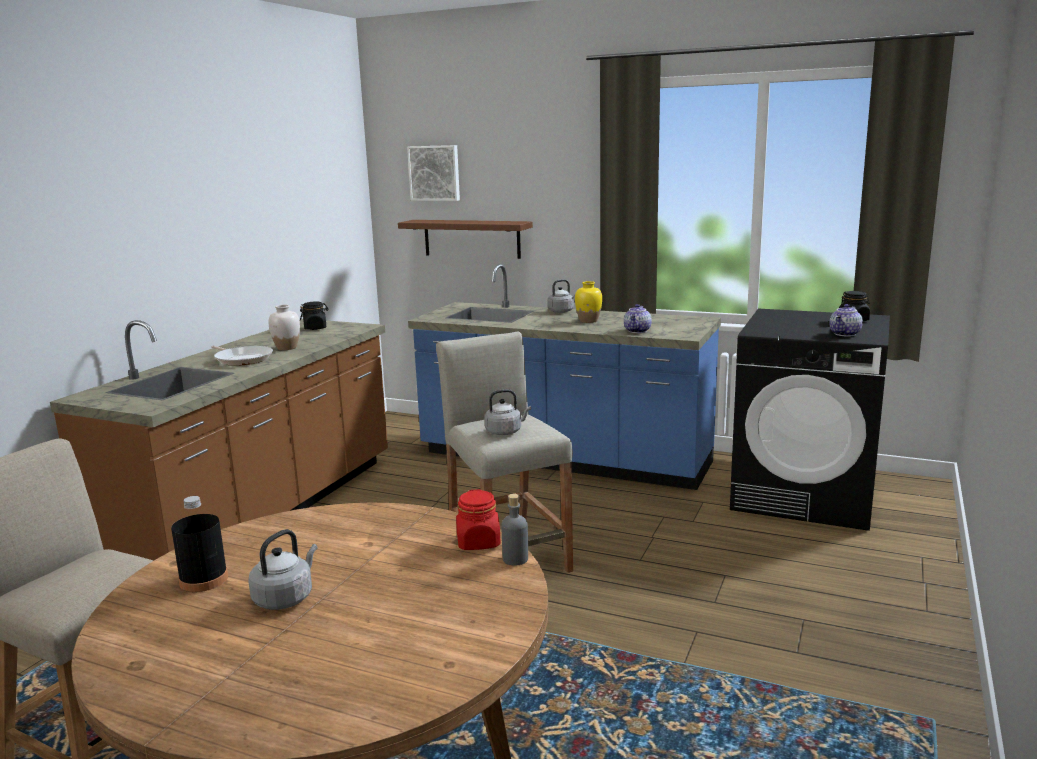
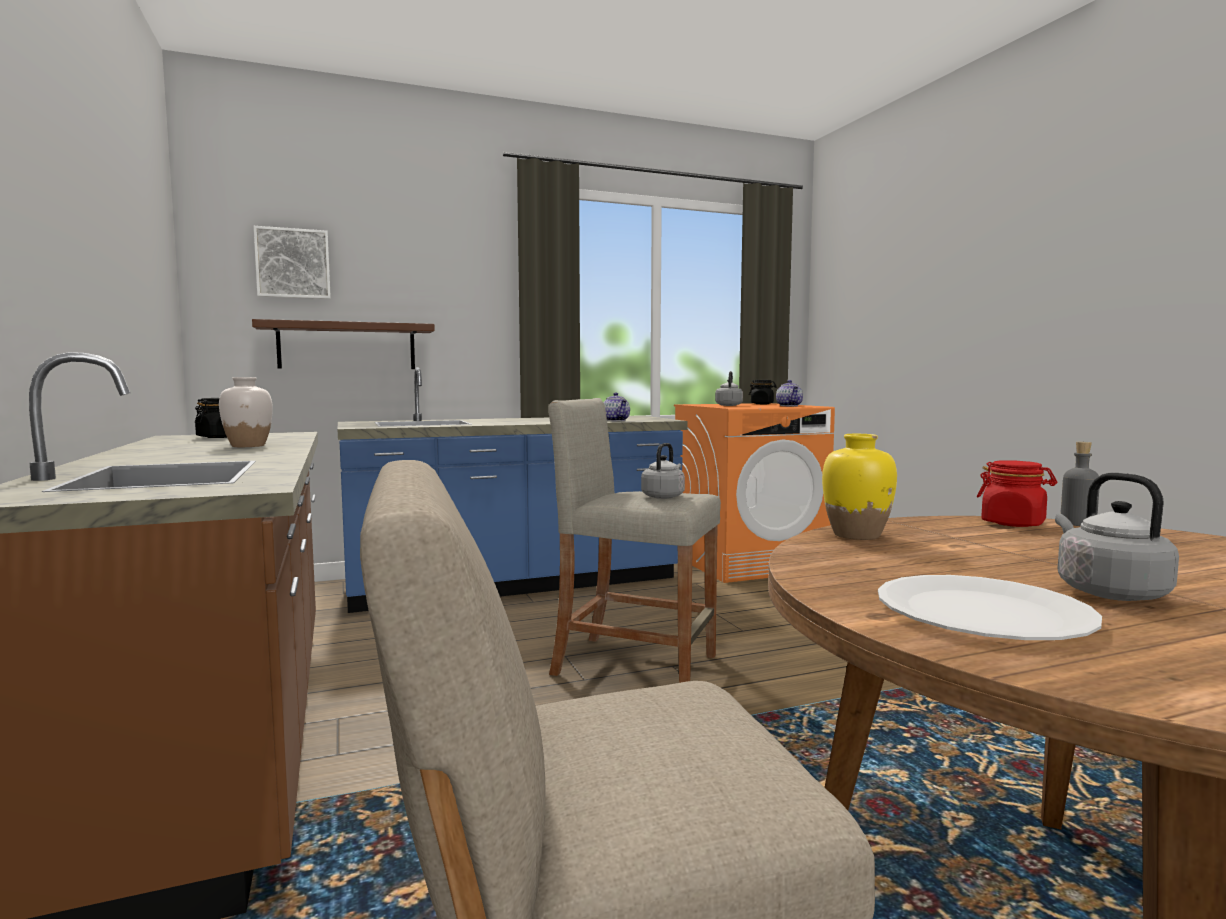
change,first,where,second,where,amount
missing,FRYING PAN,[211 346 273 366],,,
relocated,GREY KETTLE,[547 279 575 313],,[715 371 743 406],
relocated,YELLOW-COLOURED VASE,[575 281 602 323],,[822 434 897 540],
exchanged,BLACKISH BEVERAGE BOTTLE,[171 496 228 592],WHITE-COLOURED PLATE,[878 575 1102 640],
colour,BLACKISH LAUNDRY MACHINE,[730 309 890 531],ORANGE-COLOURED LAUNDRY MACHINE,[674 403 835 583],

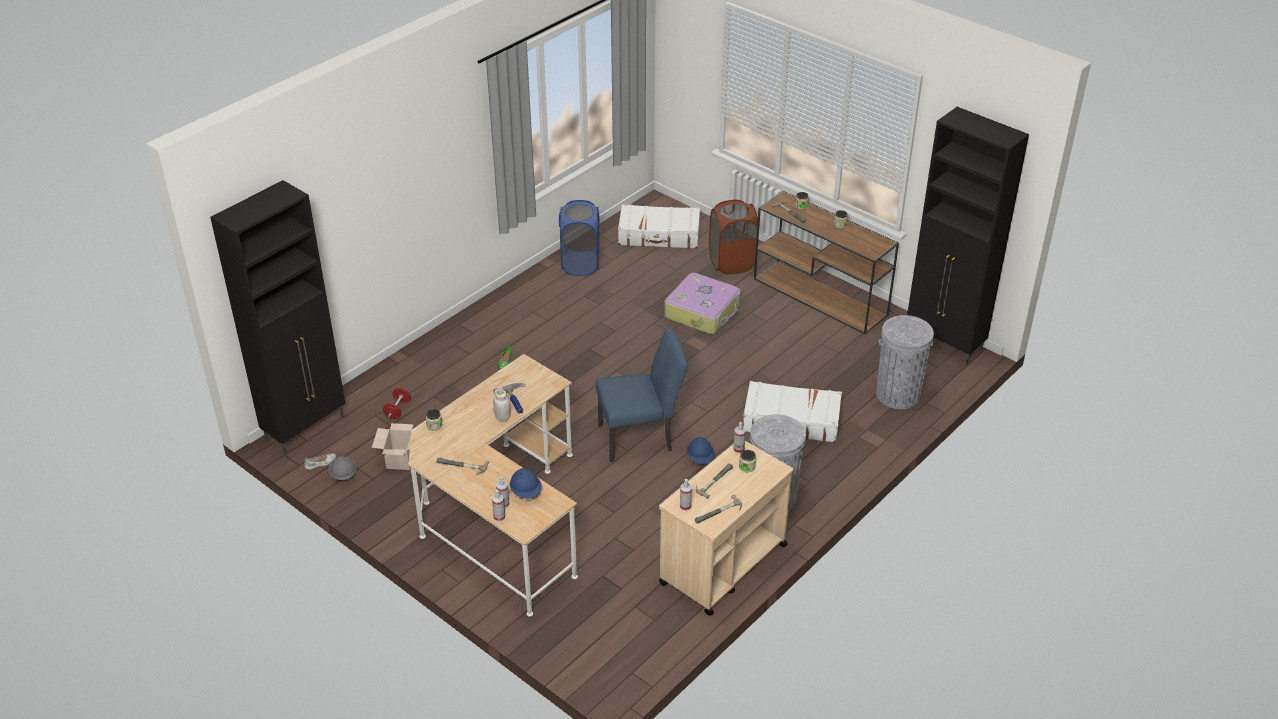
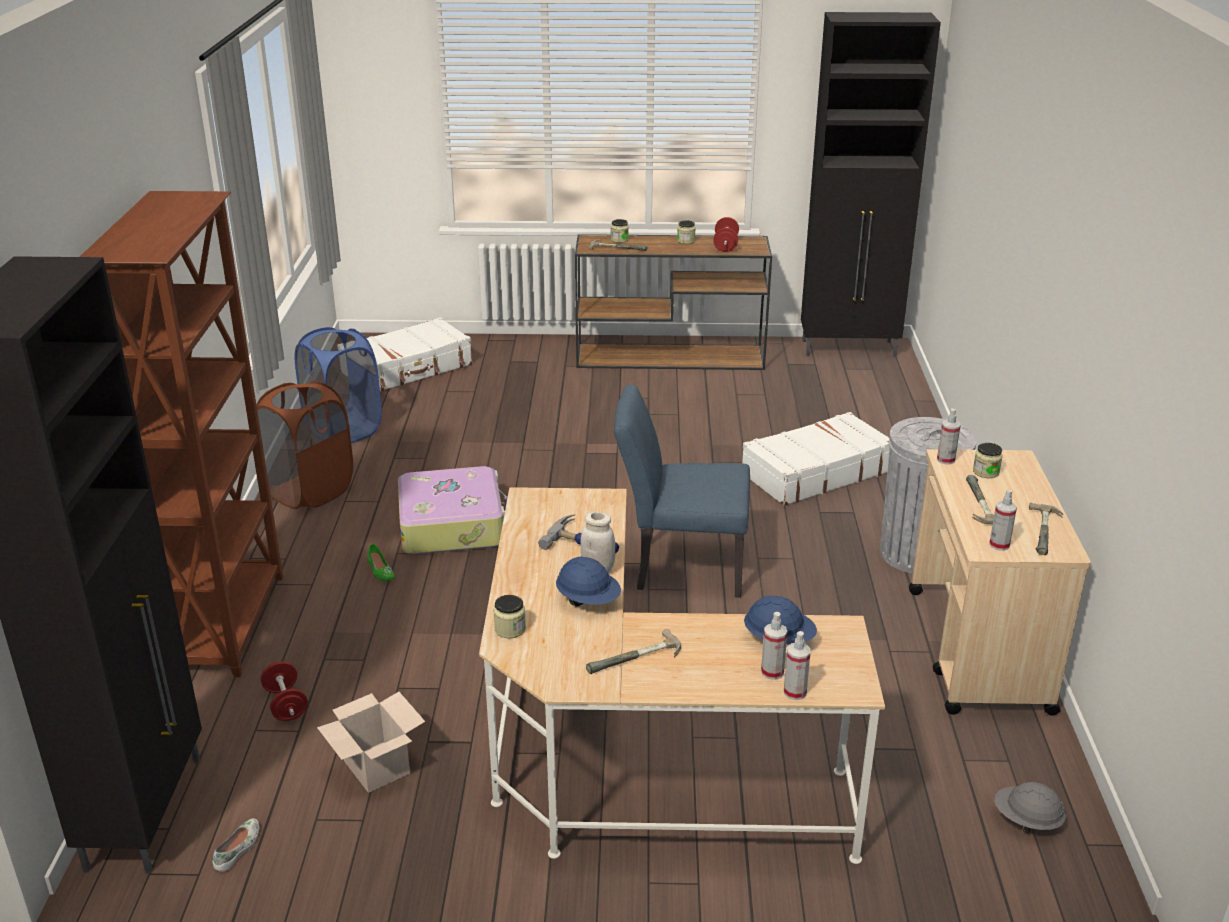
change,first,where,second,where,amount
missing,GREY WASTE BIN,[876 315 934 409],,,
appeared,,,BROWN-COLOURED SHELVING UNIT,[80 191 283 678],
appeared,,,RED-COLOURED HAND WEIGHT,[713 217 739 252],
relocated,GREY HARD HAT,[328 456 356 480],,[994 782 1066 833],
relocated,TRAVEL CASE,[664 273 741 334],,[398 466 508 554],
relocated,BLUISH HARD HAT,[687 437 715 464],,[556 556 621 606],
relocated,BROWN-COLOURED HAMPER,[709 199 759 274],,[256 381 353 509],
spun,BLUISH CHAIR,[596 328 688 462],,[614 385 750 598],120 degrees counterclockwise

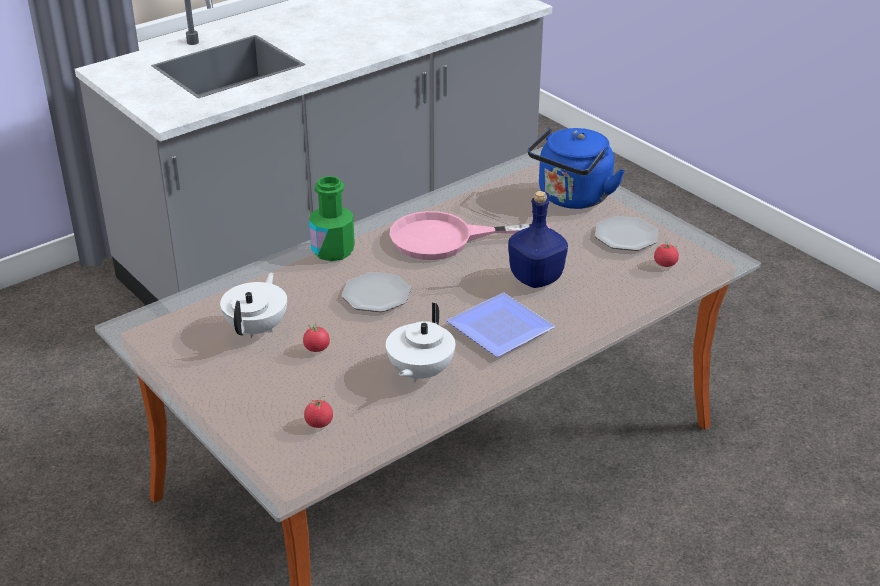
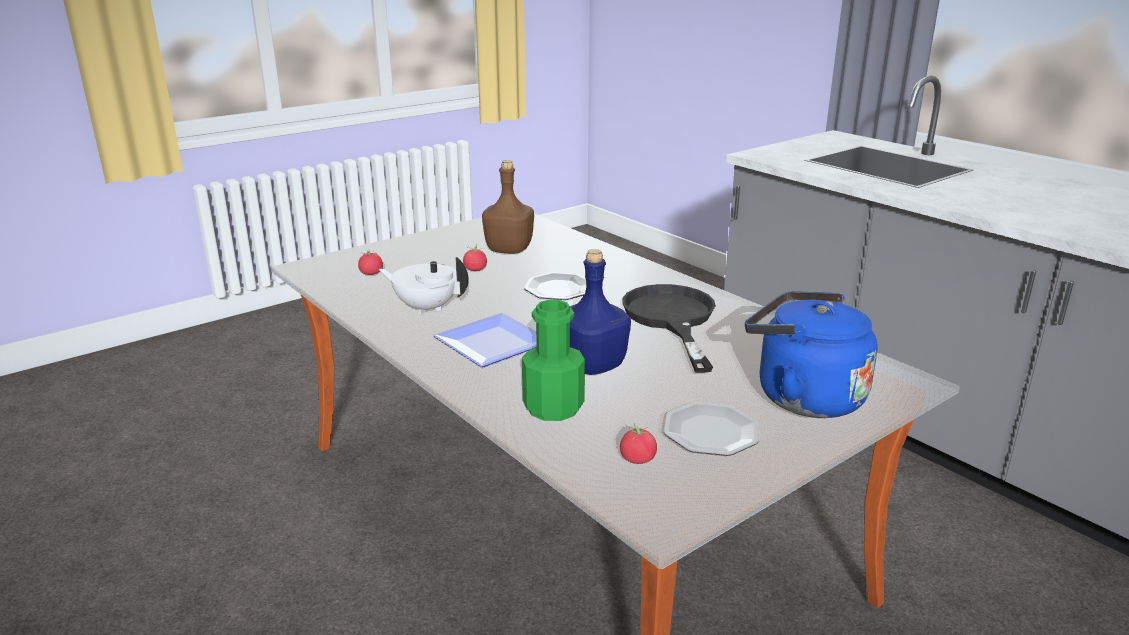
change,first,where,second,where,amount
relocated,GREENISH BEVERAGE BOTTLE,[309 176 355 261],,[522 300 585 421],
exchanged,WHITE-COLOURED TEA POT,[220 273 287 338],BROWN-COLOURED BEVERAGE BOTTLE,[482 160 534 254],
colour,PINKISH FRYING PAN,[389 211 550 260],BLACKISH FRYING PAN,[622 284 716 373],

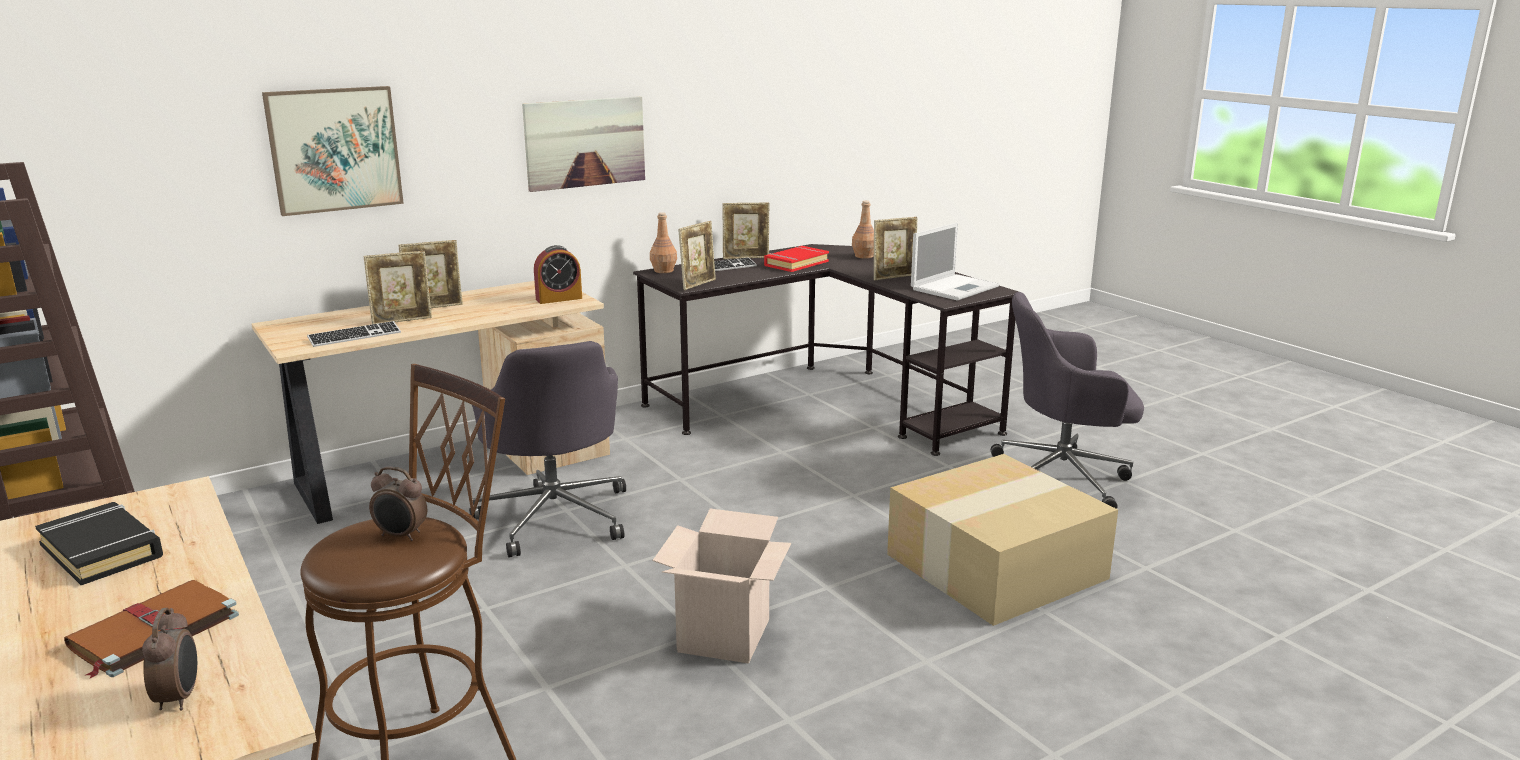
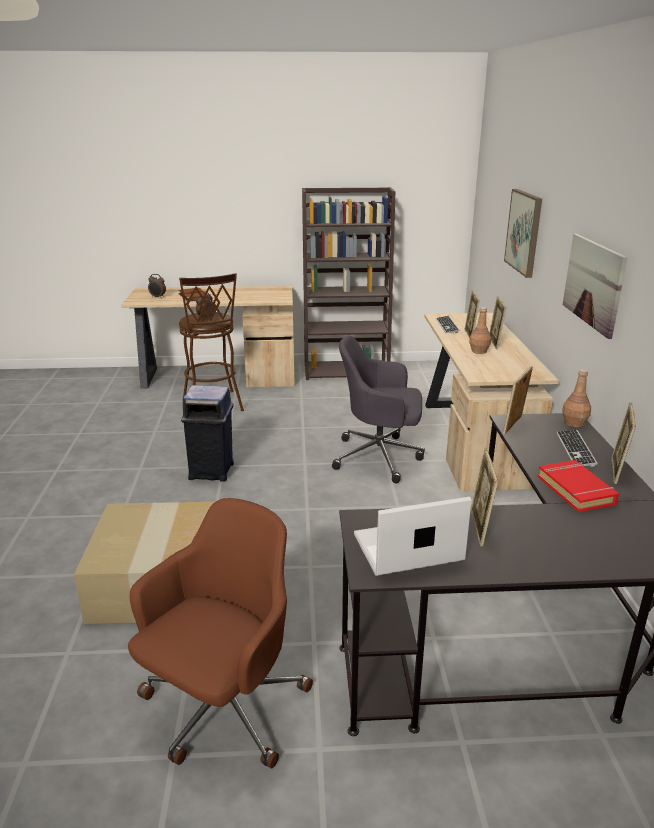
change,first,where,second,where,amount
missing,BLACKISH VOLUME,[35 502 163 585],,,
missing,TABLE CLOCK,[534 245 582 304],,,
relocated,BROWN-COLOURED BEVERAGE BOTTLE,[852 201 874 259],,[469 307 491 354],
exchanged,CARDBOARD BOX,[653 509 791 663],BLUISH WASTE BIN,[181 385 234 482],
colour,GREY DESK CHAIR,[991 292 1144 509],BROWN-COLOURED DESK CHAIR,[128 498 313 769],
spun,PICTURE FRAME,[678 221 716 290],,[503 366 533 435],60 degrees clockwise
spun,NOTEBOOK COMPUTER,[911 222 999 301],,[354 497 472 576],90 degrees clockwise

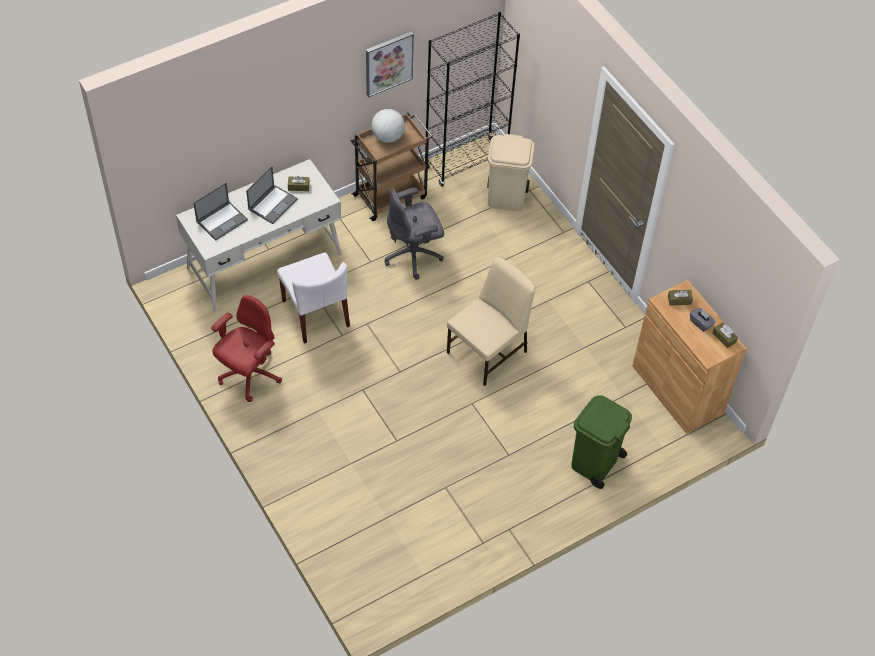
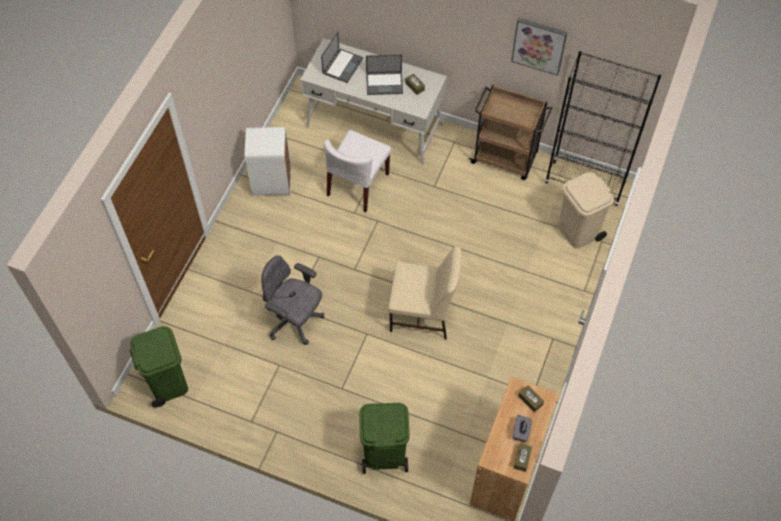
change,first,where,second,where,amount
missing,WORLD GLOBE,[371 109 405 143],,,
appeared,,,GREENISH WASTE BIN,[130 326 188 408],
relocated,GREY DESK CHAIR,[385 187 444 280],,[261 255 324 345],
exchanged,RED-COLOURED DESK CHAIR,[211 295 282 402],WHITE-COLOURED WASTE BIN,[245 127 291 196],
spun,NOTEBOOK COMPUTER,[193 183 248 241],,[321 32 363 83],75 degrees counterclockwise

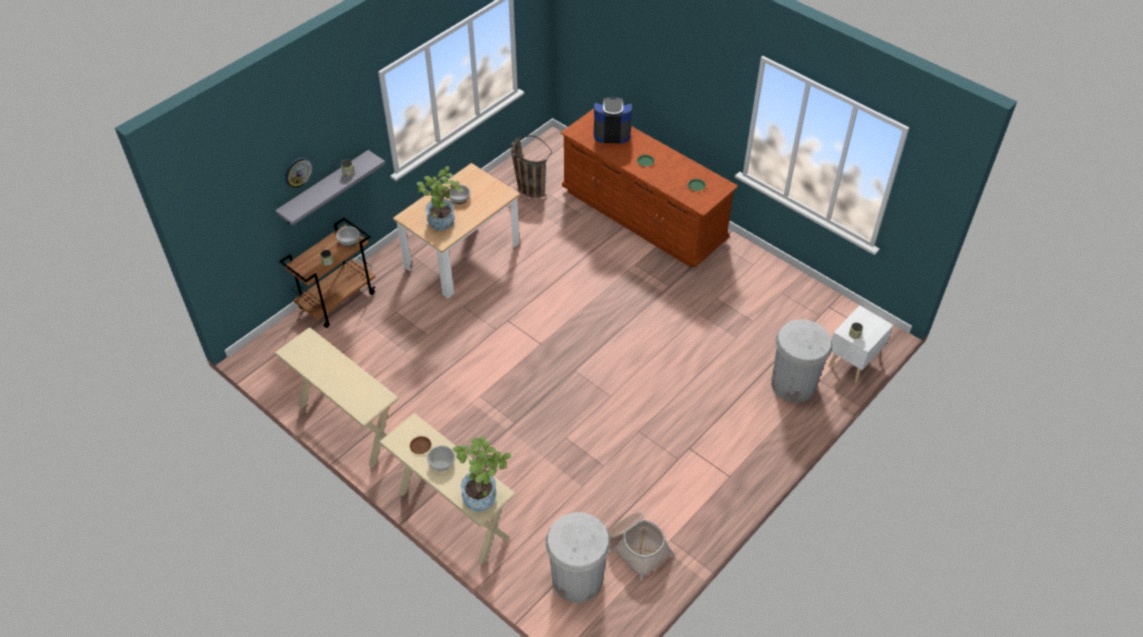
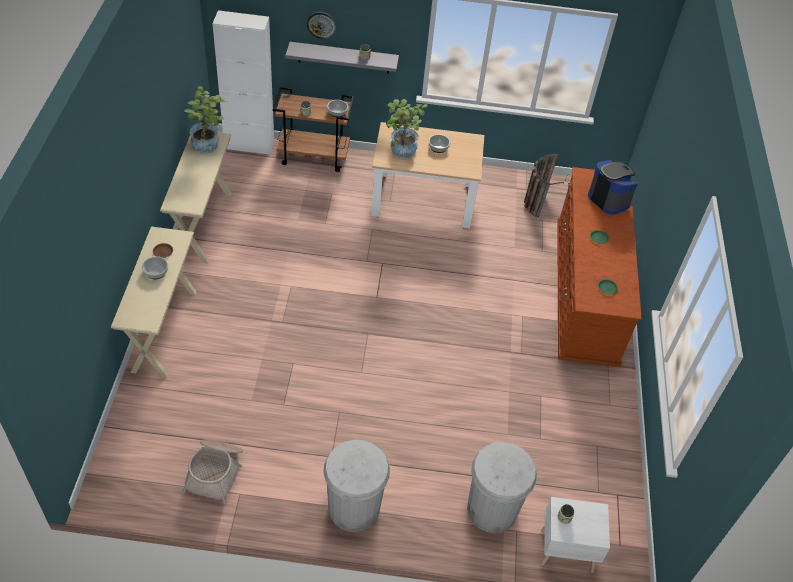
change,first,where,second,where,amount
appeared,,,WHITE-COLOURED CUPBOARD,[212 10 274 155],
relocated,HOUSEPLANT,[453 437 511 511],,[184 86 227 153],
relocated,WHITE-COLOURED WASTE BIN,[546 512 610 603],,[323 440 390 532],

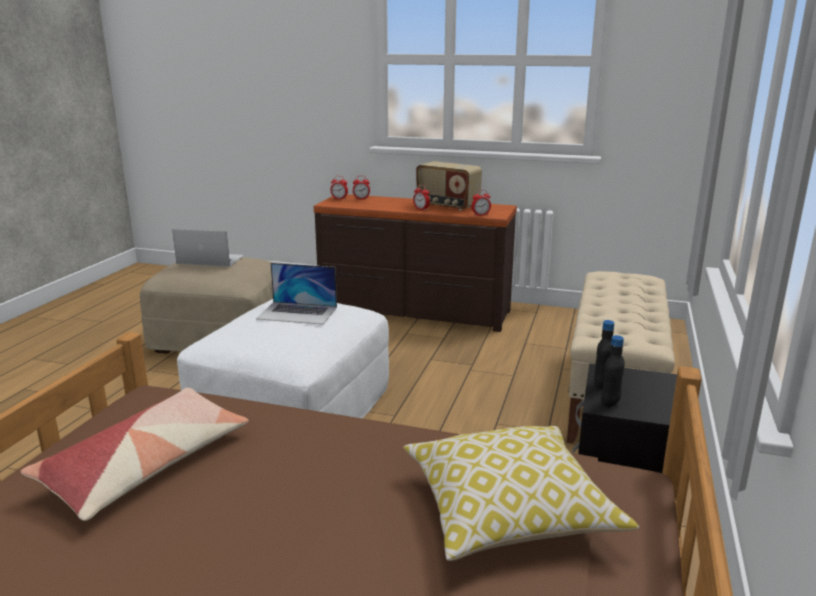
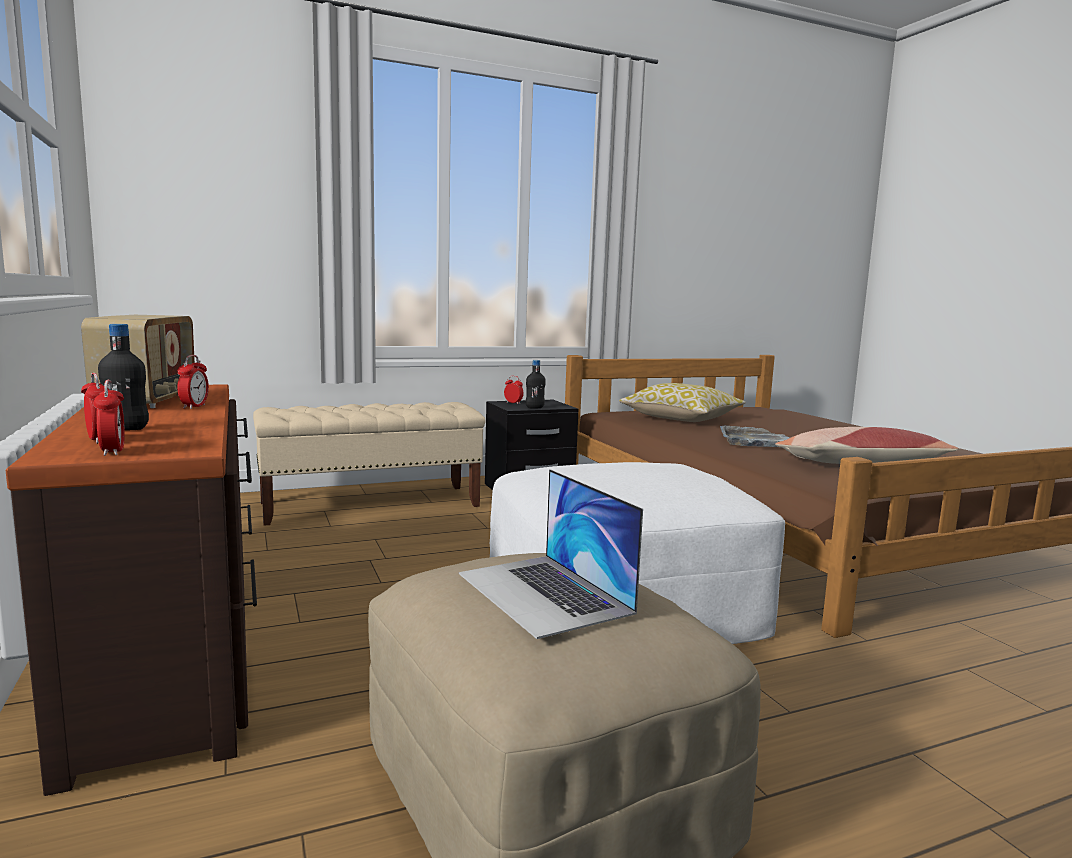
change,first,where,second,where,amount
missing,NOTEBOOK COMPUTER,[256 263 337 325],,,
appeared,,,GREY TRAY,[720 426 791 447],
relocated,TABLE CLOCK,[472 190 491 216],,[504 376 524 404],
relocated,BLACKISH BEVERAGE BOTTLE,[601 335 625 407],,[98 324 149 430],

